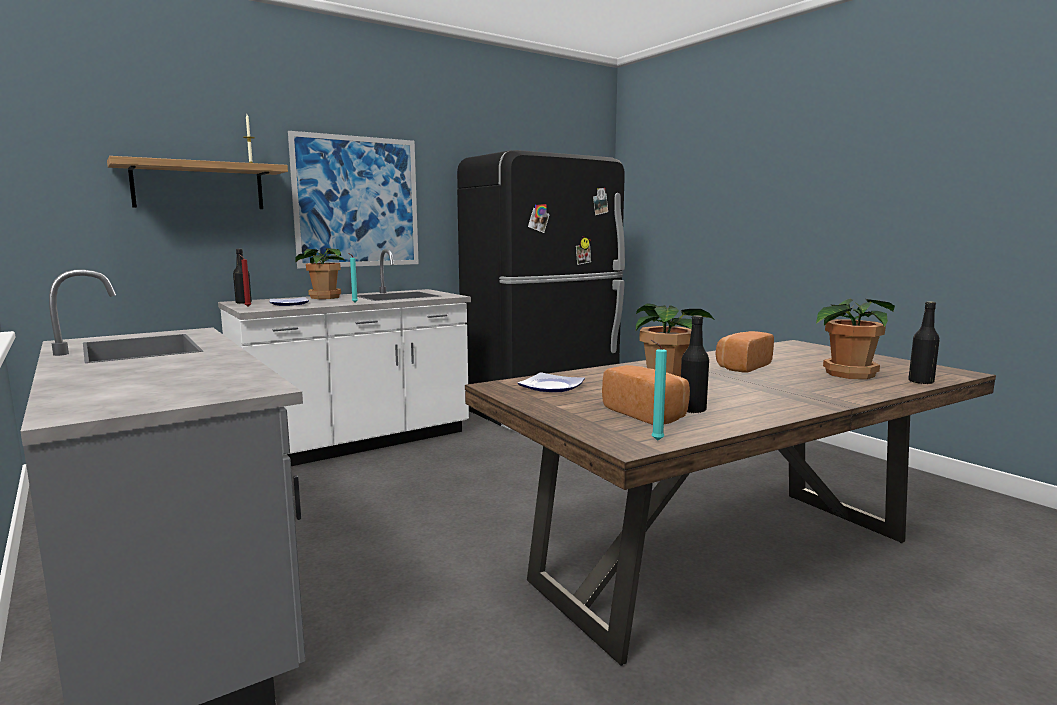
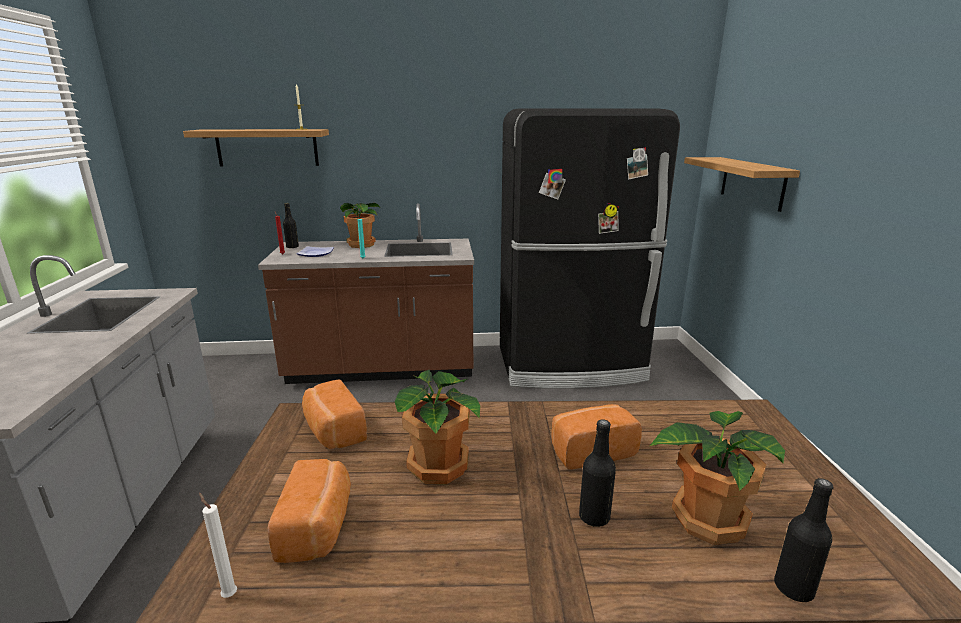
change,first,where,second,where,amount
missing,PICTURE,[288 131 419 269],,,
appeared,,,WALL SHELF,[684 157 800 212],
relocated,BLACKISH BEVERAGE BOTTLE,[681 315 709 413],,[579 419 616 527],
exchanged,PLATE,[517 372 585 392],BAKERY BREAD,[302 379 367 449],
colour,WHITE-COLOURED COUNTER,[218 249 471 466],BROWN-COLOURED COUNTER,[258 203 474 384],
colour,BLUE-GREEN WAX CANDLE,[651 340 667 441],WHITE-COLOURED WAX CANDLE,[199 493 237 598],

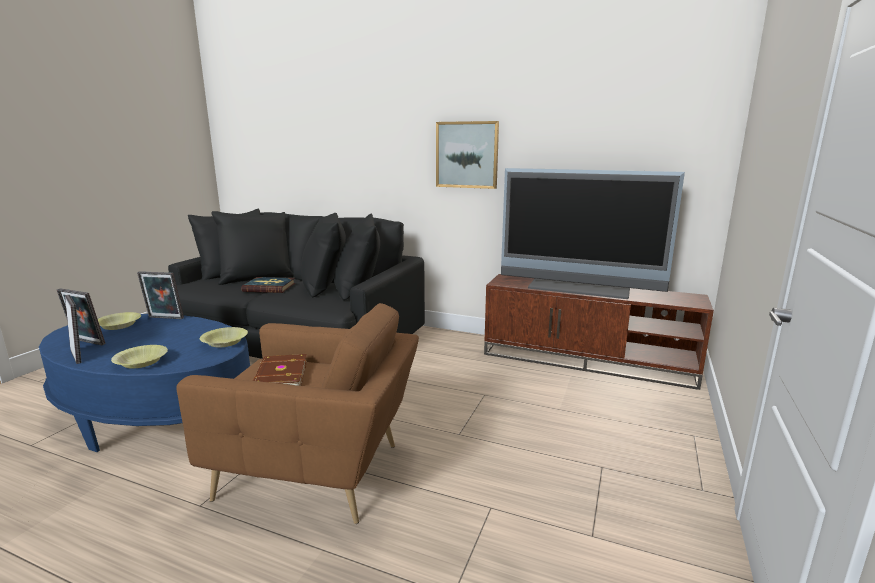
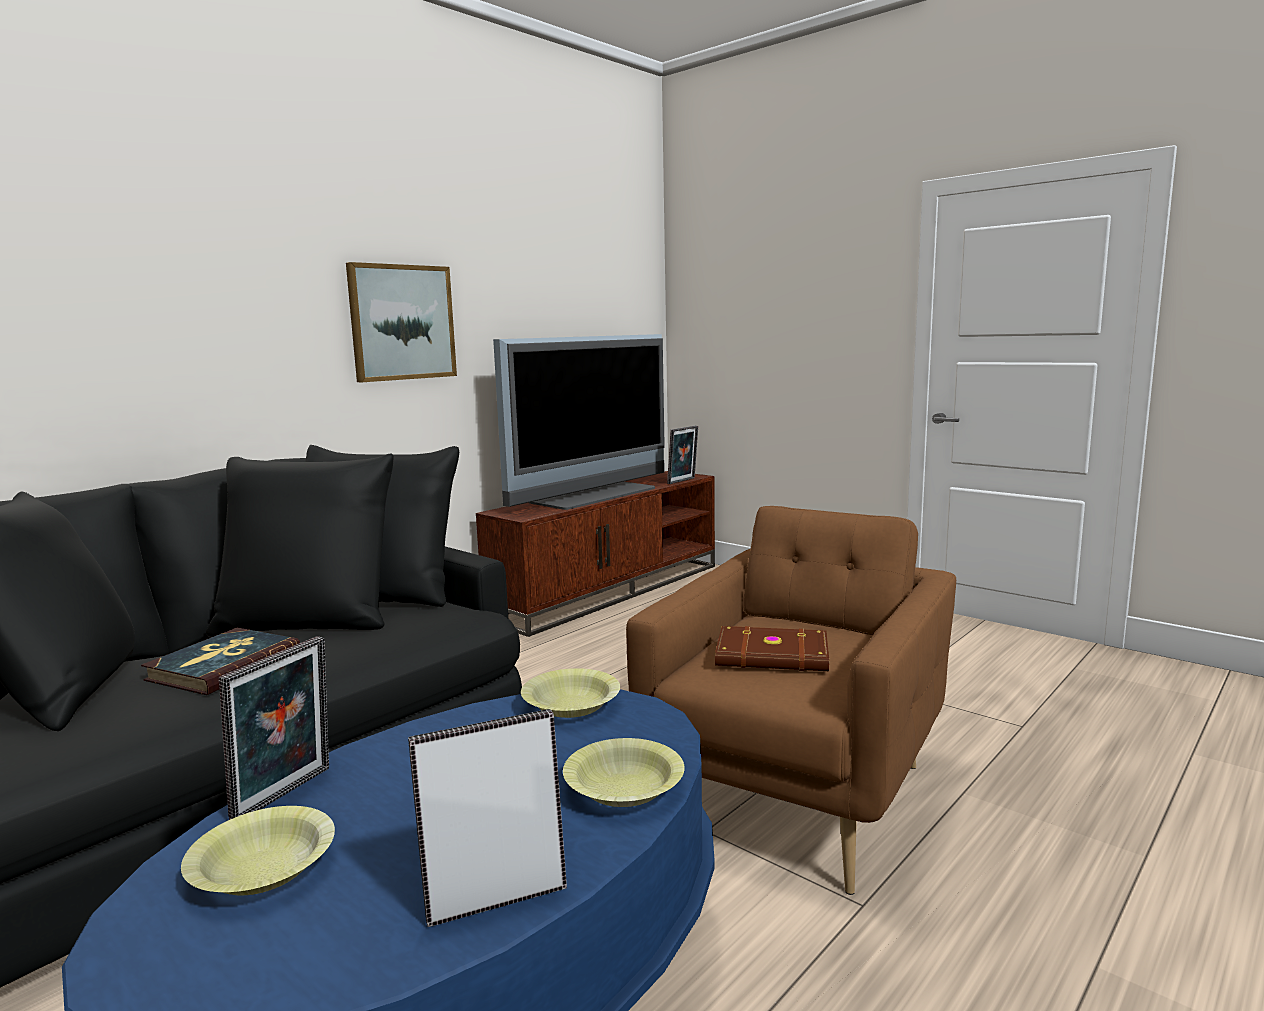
change,first,where,second,where,amount
relocated,PICTURE FRAME,[57 288 106 345],,[667 426 698 484],

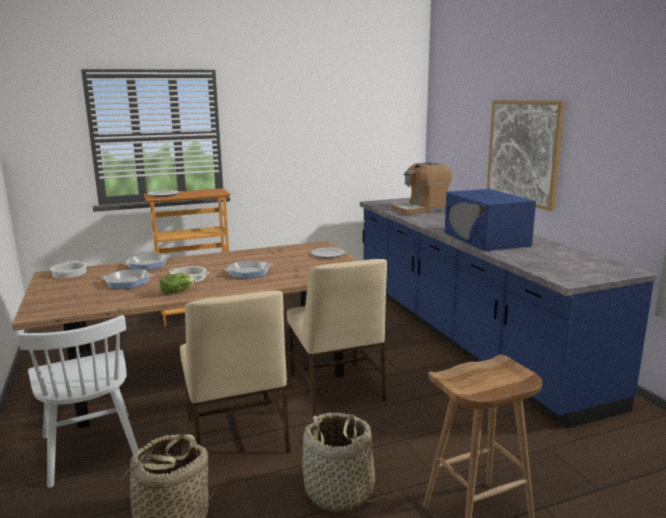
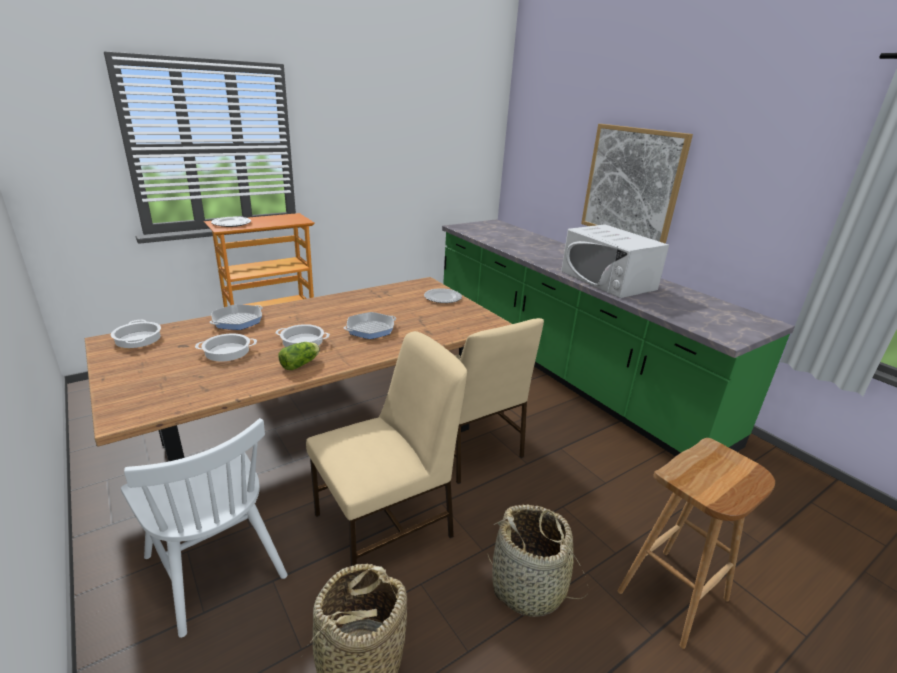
change,first,where,second,where,amount
missing,COFFEE MACHINE,[391 162 452 215],,,
exchanged,FRYING PAN,[101 270 153 289],SAUCEPOT,[195 334 257 362],
colour,BLUISH COUNTER,[360 198 656 428],GREENISH COUNTER,[442 219 795 457],
colour,BLUISH KITCHEN MICROWAVE,[445 189 536 251],WHITE-COLOURED KITCHEN MICROWAVE,[561 224 669 298],
spun,BEIGE-COLOURED CHAIR,[180 291 290 454],,[306 331 467 566],90 degrees counterclockwise

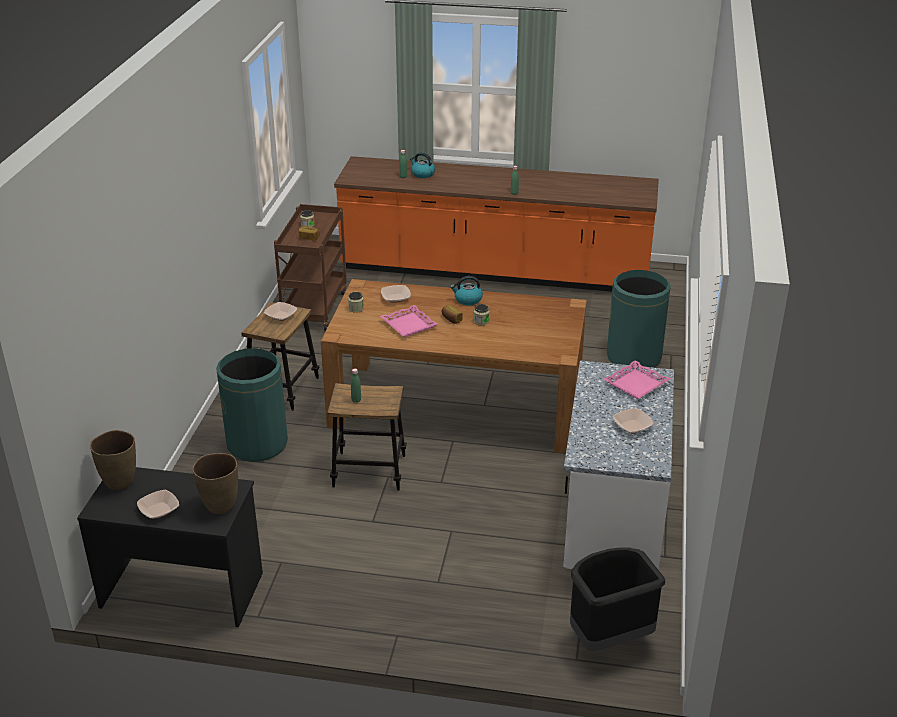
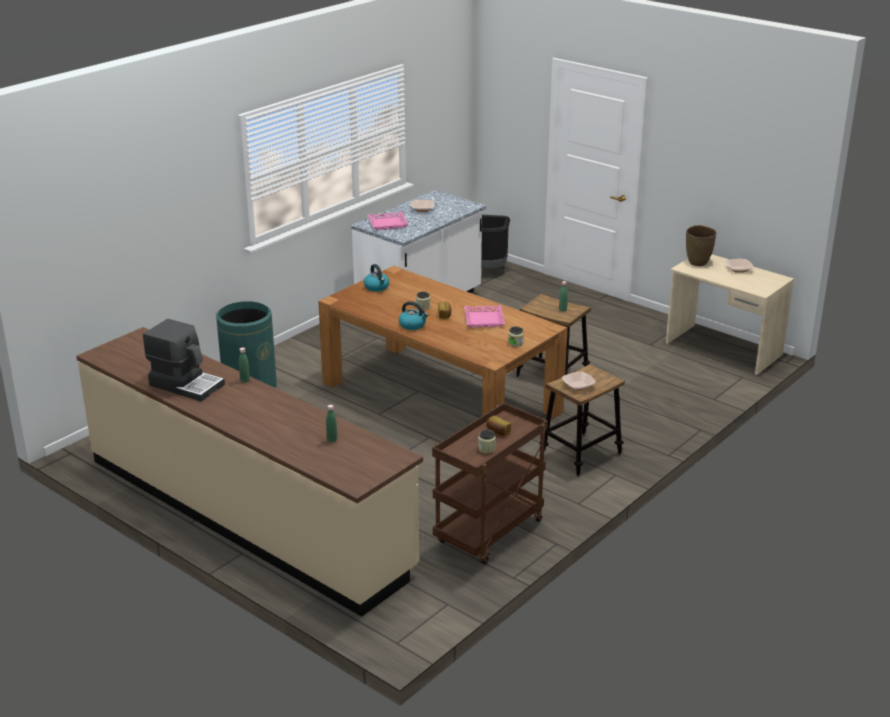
change,first,where,second,where,amount
missing,BROWN-COLOURED VASE,[90 430 136 490],,,
missing,GREENISH WASTE BIN,[216 348 288 462],,,
missing,BOWL,[381 285 411 303],,,
appeared,,,COFFEE MACHINE,[143 319 225 401],
relocated,KETTLE,[410 152 435 178],,[364 264 389 292],
colour,BLACKISH DESK TABLE,[77 467 263 627],BEIGE-COLOURED DESK TABLE,[666 254 794 375],
colour,ORANGE-COLOURED COUNTER,[334 156 659 292],BEIGE-COLOURED COUNTER,[76 327 423 617],

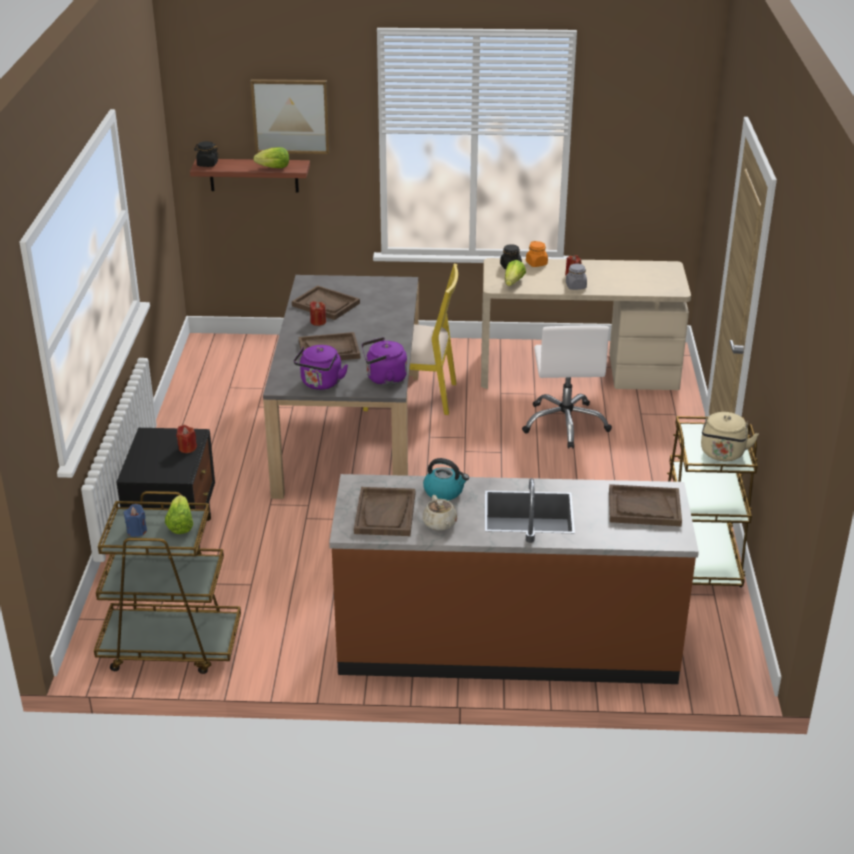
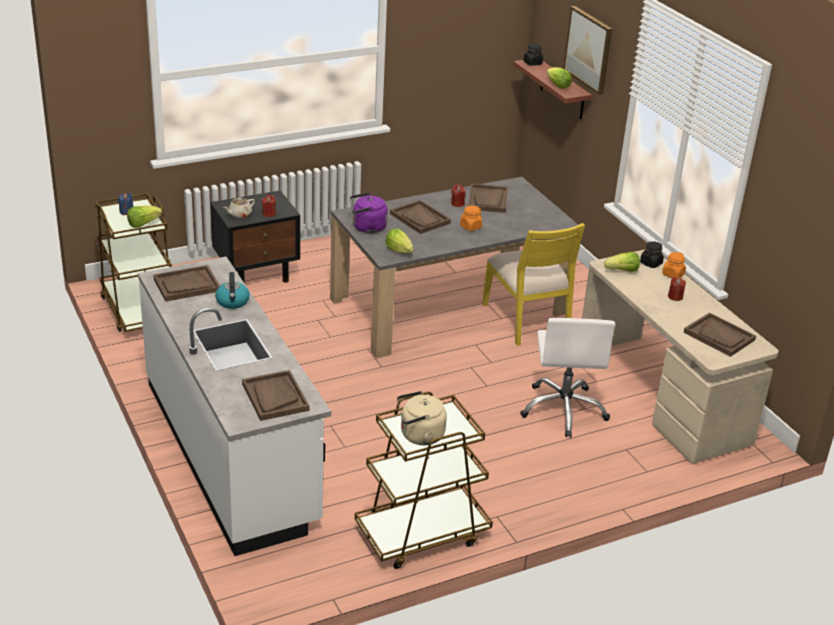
change,first,where,second,where,amount
missing,GREY JAR,[566 263 587 290],,,
appeared,,,ORANGE-COLOURED JAR,[460 206 482 231],
appeared,,,BROWN-COLOURED TRAY,[683 312 756 357],
relocated,BEIGE-COLOURED TEA POT,[423 495 457 531],,[223 198 255 218],
exchanged,PURPLISH KETTLE,[362 337 407 385],LETTUCE,[385 229 414 253],
colour,BROWN-COLOURED COUNTER,[329 474 699 684],WHITE-COLOURED COUNTER,[138 257 331 556],
spun,WHITE-COLOURED DESK CHAIR,[522 325 612 449],,[520 318 615 438],60 degrees counterclockwise

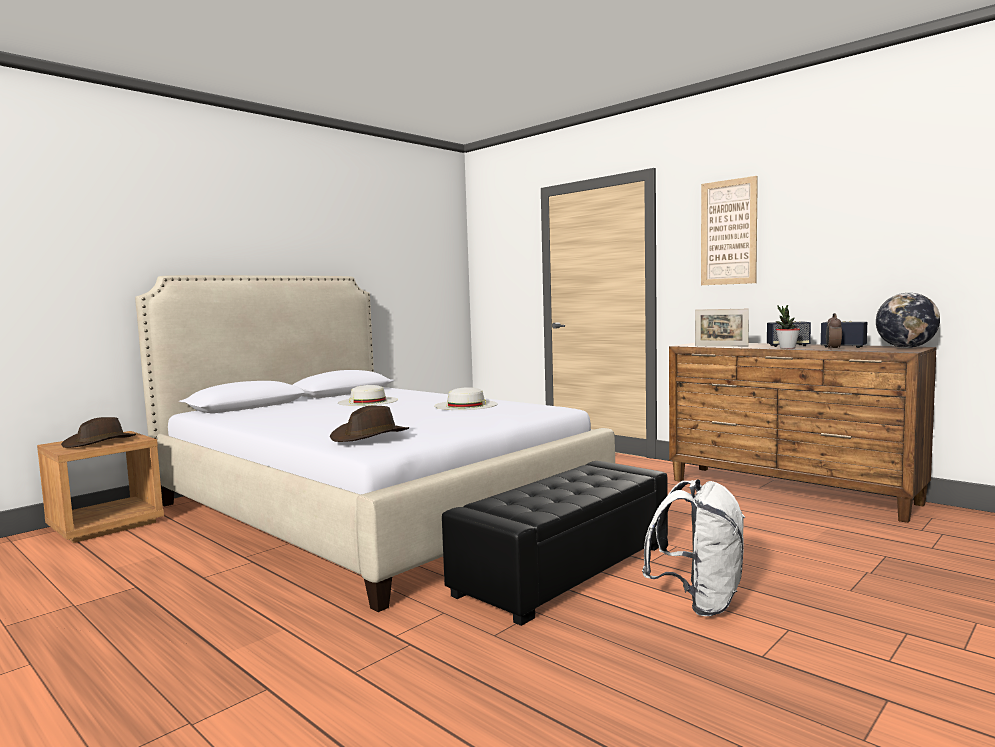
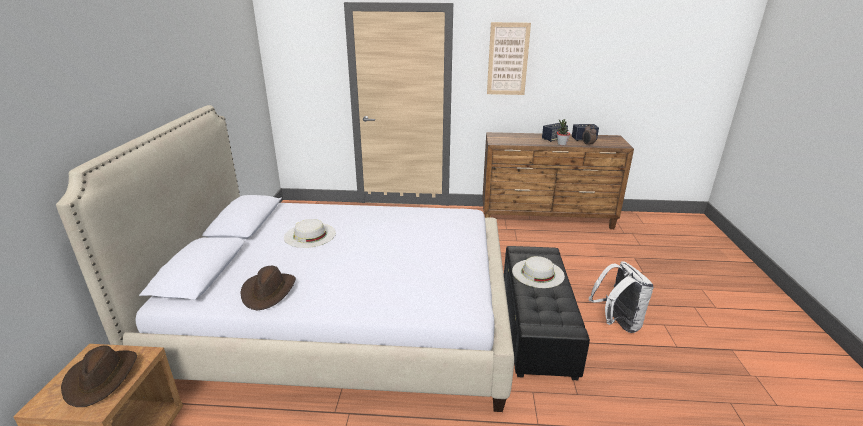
change,first,where,second,where,amount
missing,PICTURE FRAME,[695 309 749 346],,,
missing,WORLD GLOBE,[876 293 940 348],,,
relocated,BROWN-COLOURED WEARABLE HAT,[330 406 409 442],,[240 266 296 310],
relocated,WHITE-COLOURED WEARABLE HAT,[434 387 498 410],,[512 256 565 288],

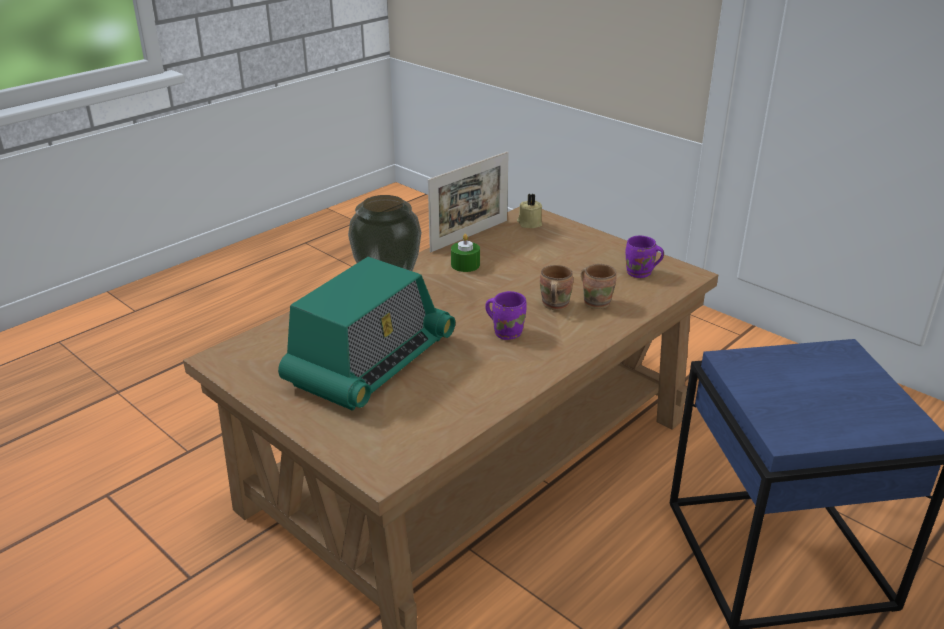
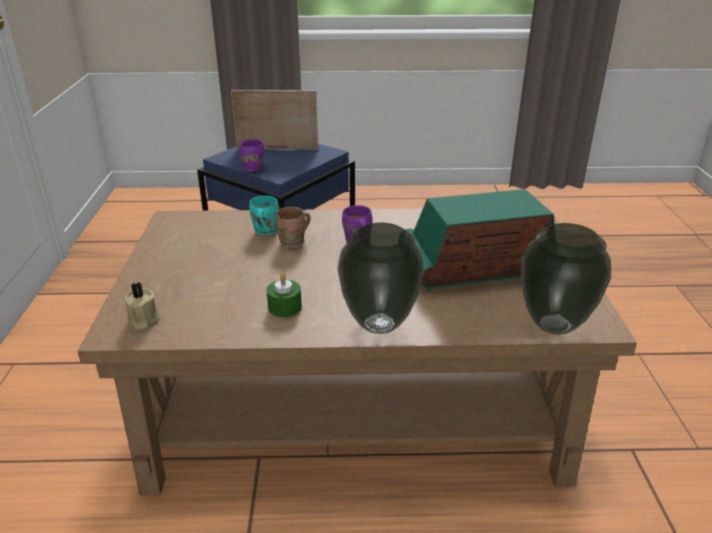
change,first,where,second,where,amount
appeared,,,VASE,[521 223 611 335],
relocated,PICTURE FRAME,[428 151 509 252],,[231 90 318 150],
relocated,PURPLISH COFFEE MUG,[625 235 664 278],,[240 139 264 172],
colour,BROWN-COLOURED COFFEE MUG,[581 264 617 309],BLUE-GREEN COFFEE MUG,[249 196 279 235],

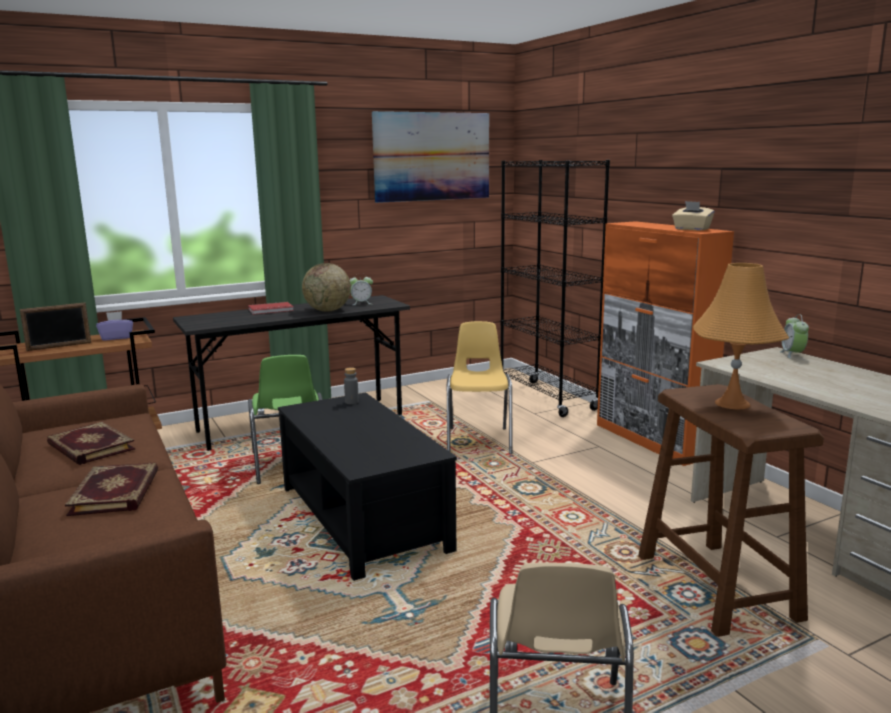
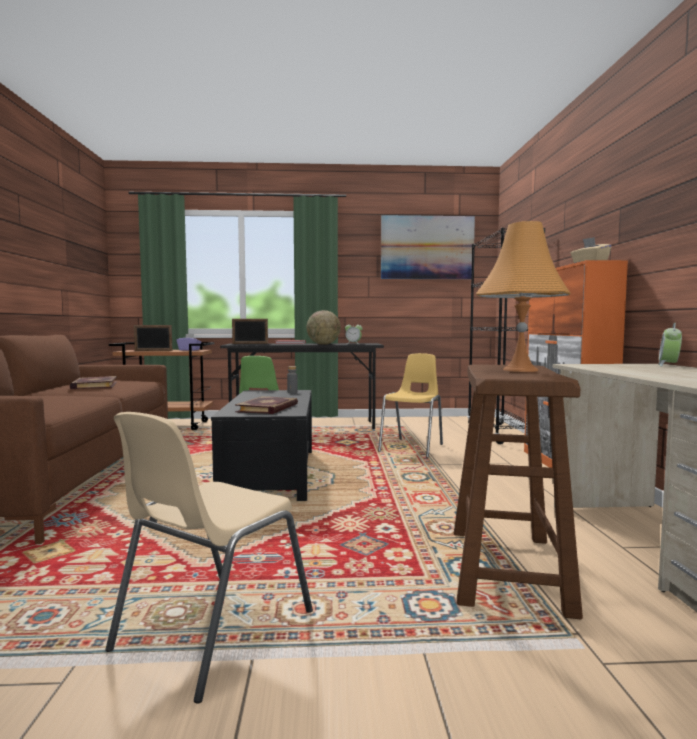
change,first,where,second,where,amount
appeared,,,PICTURE FRAME,[232 319 268 344],
relocated,VOLUME,[65 463 158 516],,[235 396 298 414],

